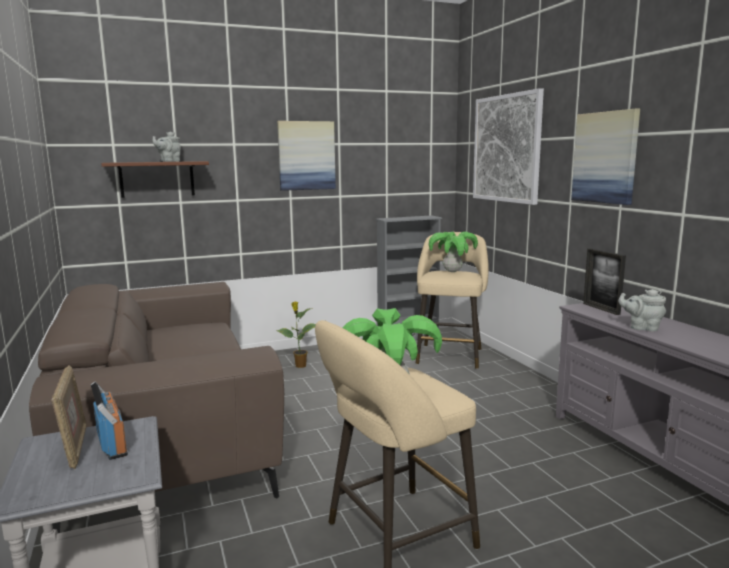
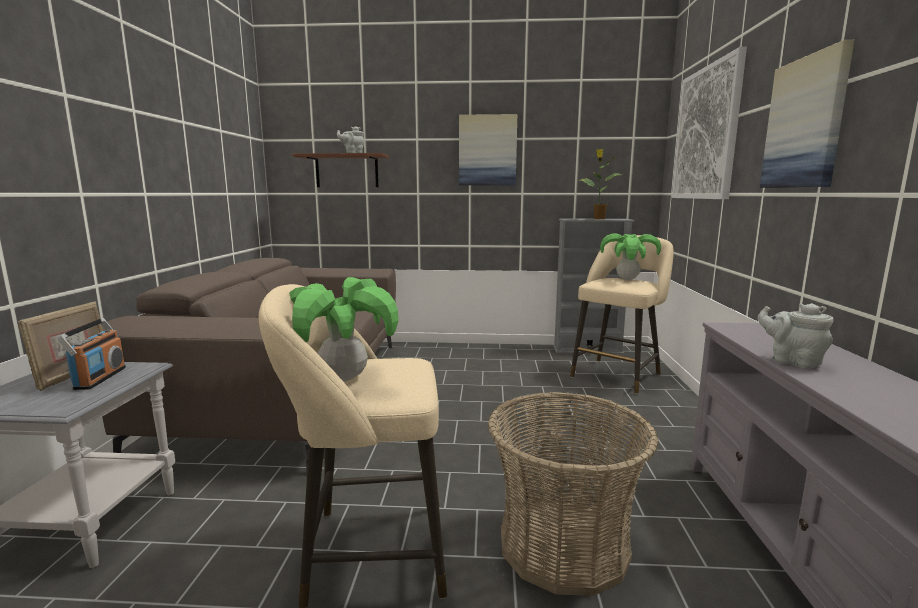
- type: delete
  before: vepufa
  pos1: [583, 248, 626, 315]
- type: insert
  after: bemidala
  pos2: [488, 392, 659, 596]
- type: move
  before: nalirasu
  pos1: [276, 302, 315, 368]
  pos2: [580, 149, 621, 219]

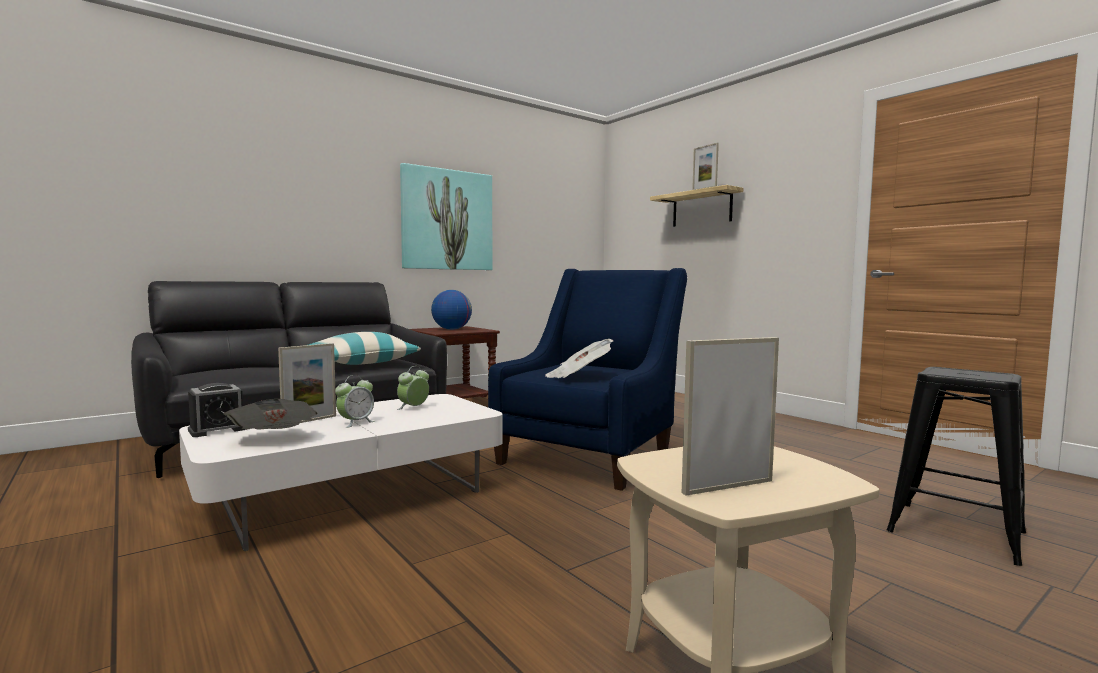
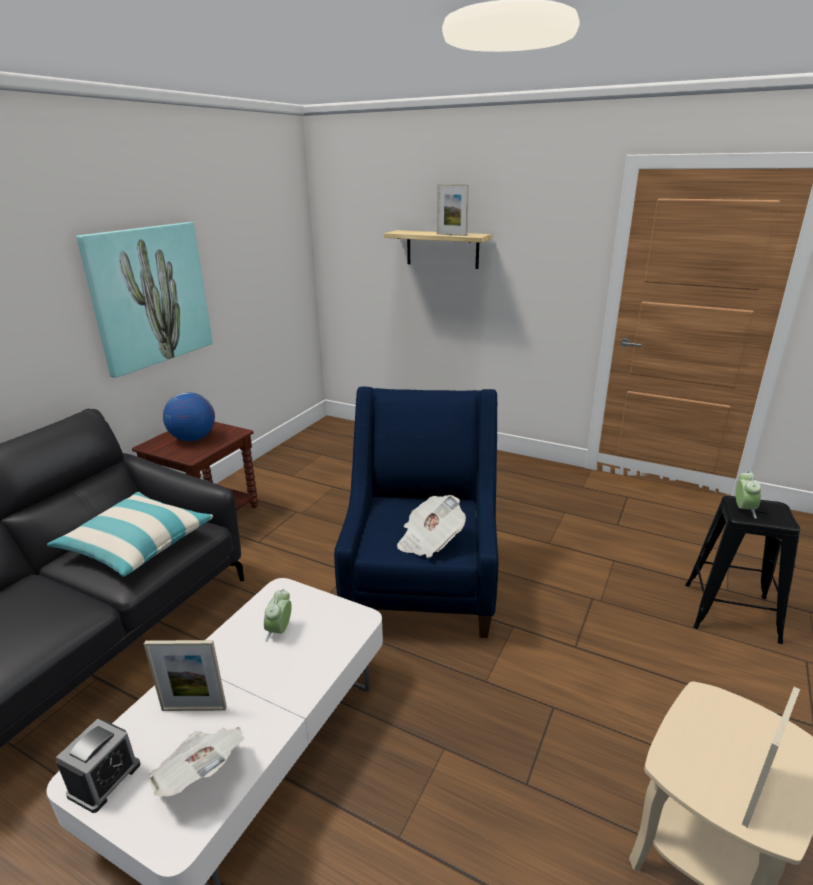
- type: move
  before: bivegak
  pos1: [335, 375, 375, 428]
  pos2: [736, 471, 761, 518]
- type: rotate
  before: vepufa
  pos1: [278, 343, 336, 423]
  pos2: [144, 640, 227, 711]
  turn: 75

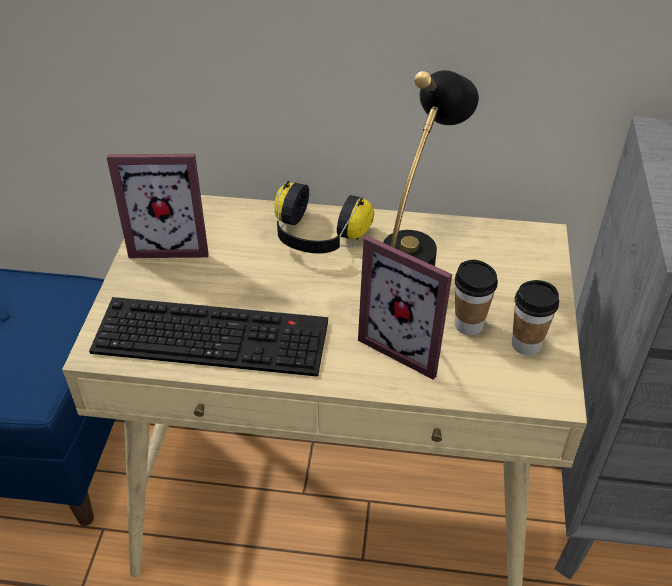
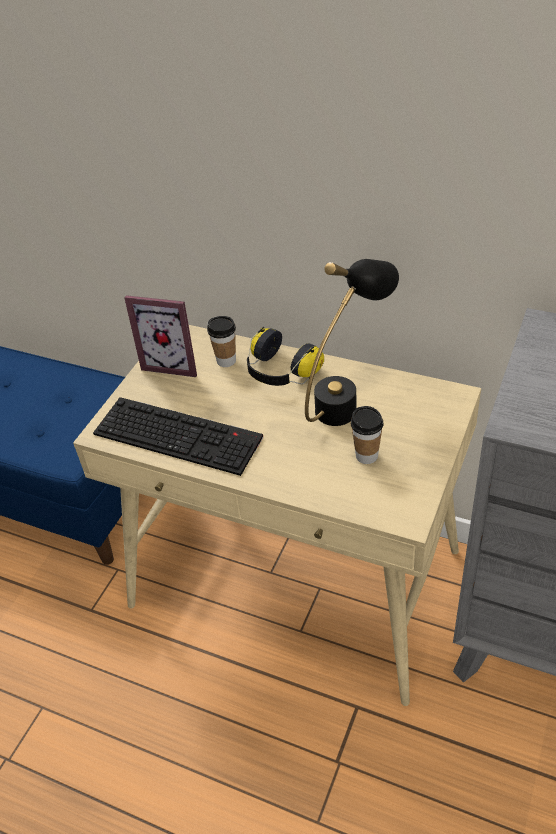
- type: delete
  before: vepufa
  pos1: [358, 236, 452, 380]
- type: move
  before: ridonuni
  pos1: [512, 280, 559, 355]
  pos2: [207, 316, 236, 367]

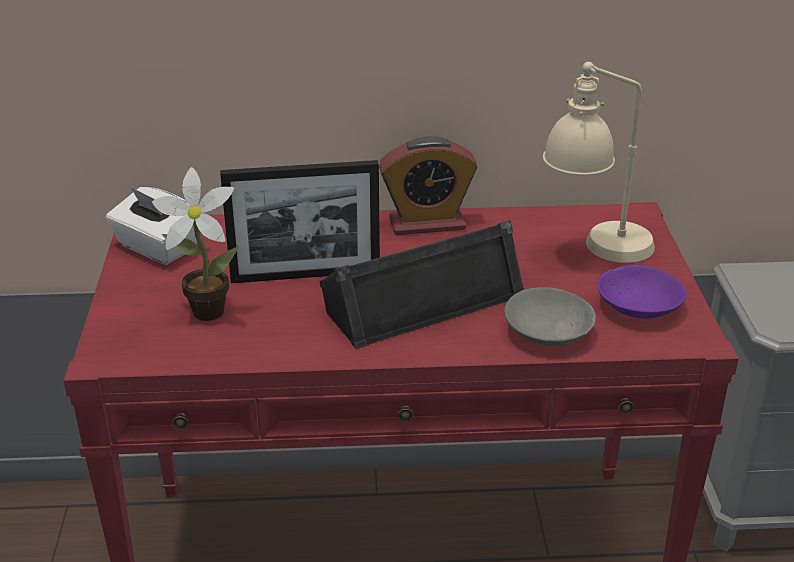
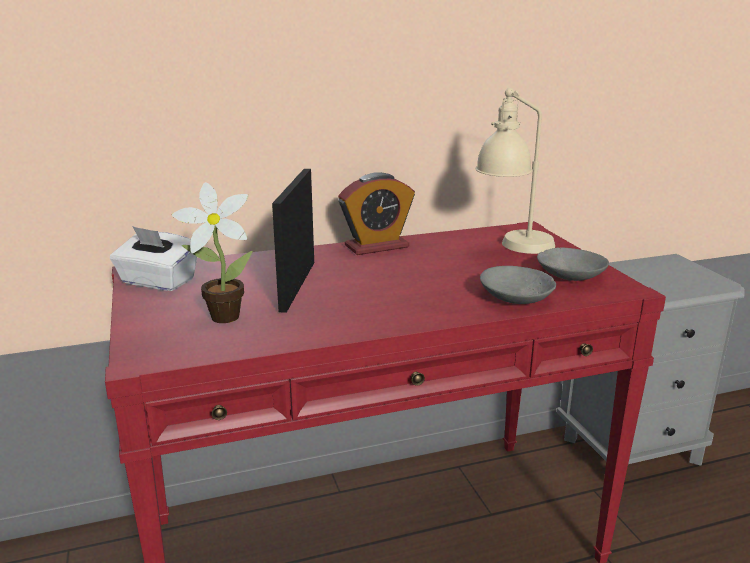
- type: delete
  before: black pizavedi
  pos1: [320, 220, 524, 349]
- type: recolor
  before: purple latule
  after: grey latule
  pos1: [597, 265, 687, 319]
  pos2: [537, 247, 609, 281]
- type: rotate
  before: vepufa
  pos1: [220, 160, 380, 283]
  pos2: [272, 169, 314, 313]
  turn: 120

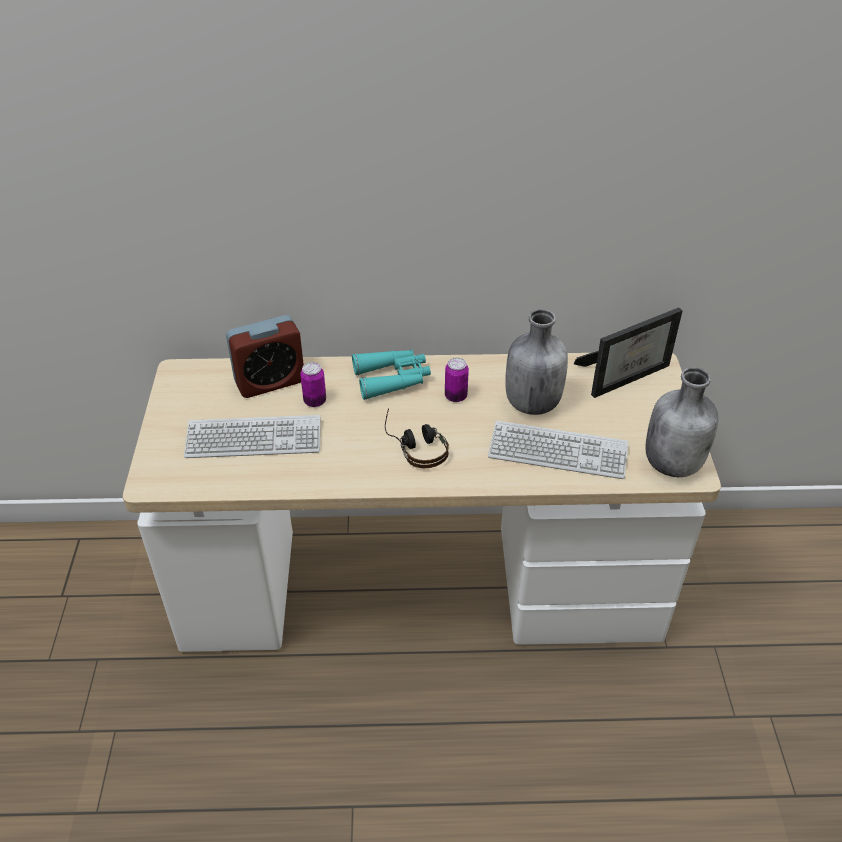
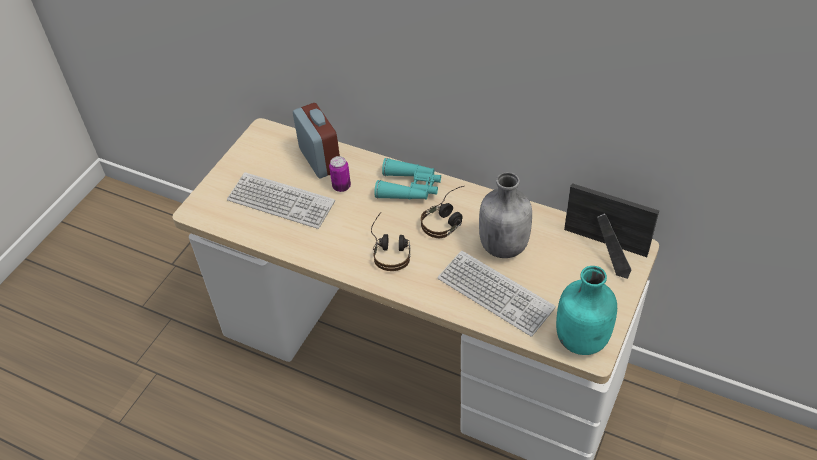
- type: replace
  before: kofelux
  after: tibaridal
  pos1: [445, 357, 469, 402]
  pos2: [421, 186, 464, 238]
- type: recolor
  before: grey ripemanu
  after: turquoise ripemanu
  pos1: [646, 367, 718, 477]
  pos2: [556, 266, 617, 355]
- type: rotate
  before: bivegak
  pos1: [226, 315, 304, 398]
  pos2: [293, 103, 340, 178]
  turn: -120
- type: rotate
  before: vepufa
  pos1: [574, 307, 683, 398]
  pos2: [564, 183, 659, 279]
  turn: -150

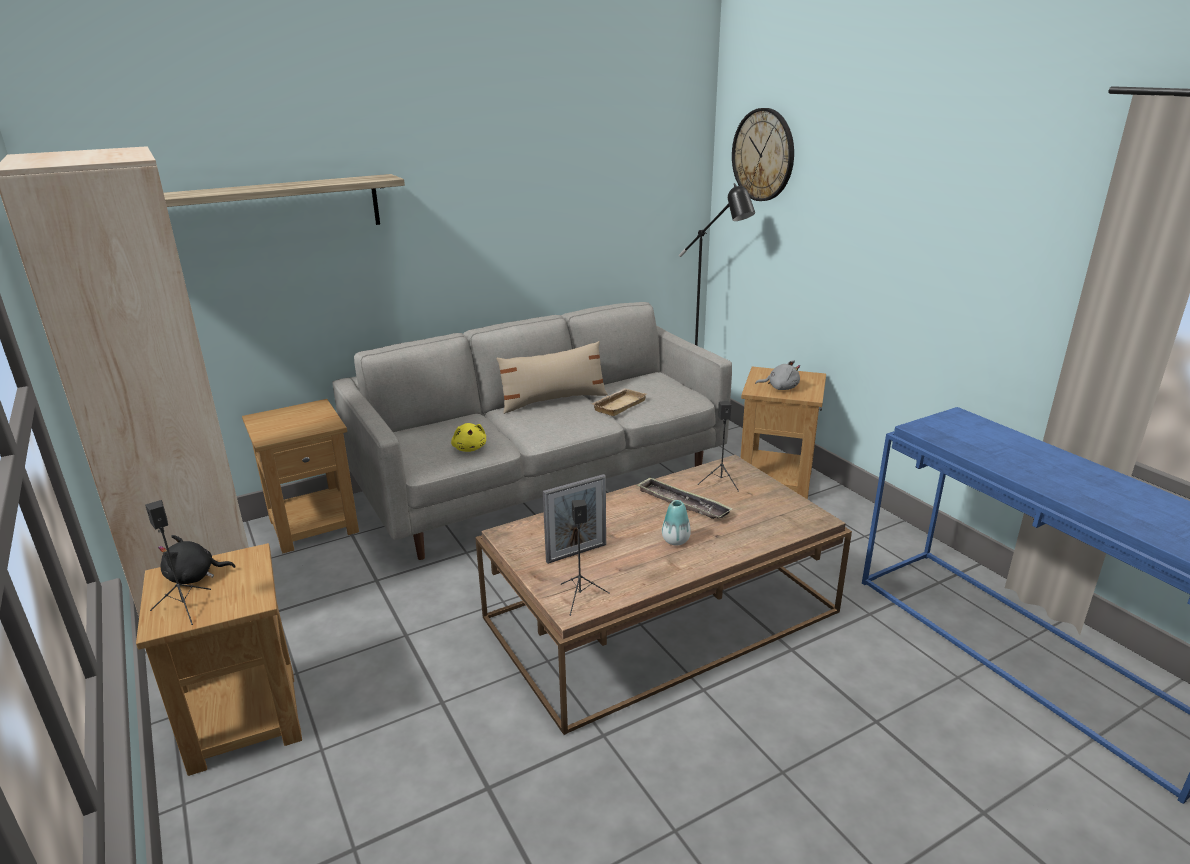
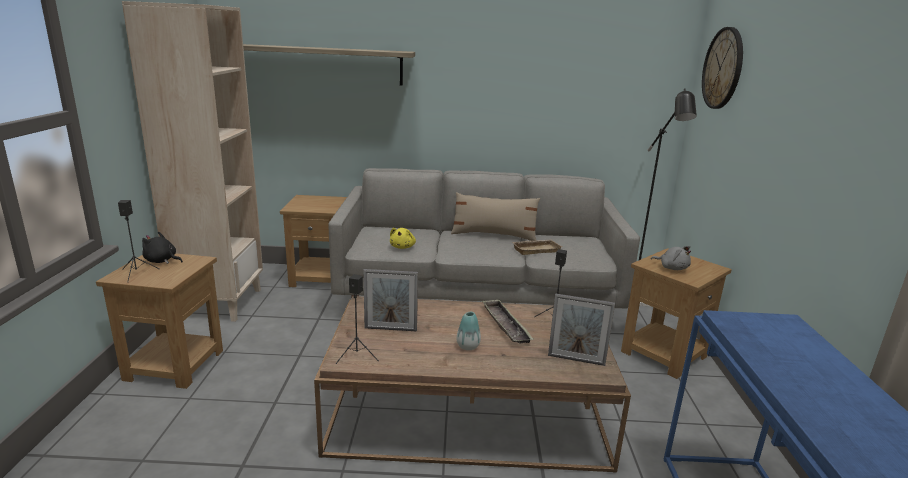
- type: insert
  after: vepufa
  pos2: [548, 293, 615, 366]

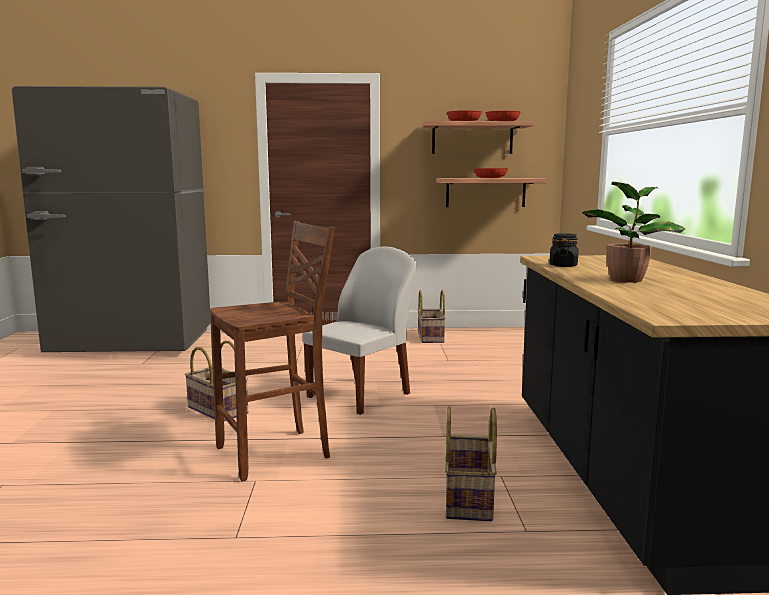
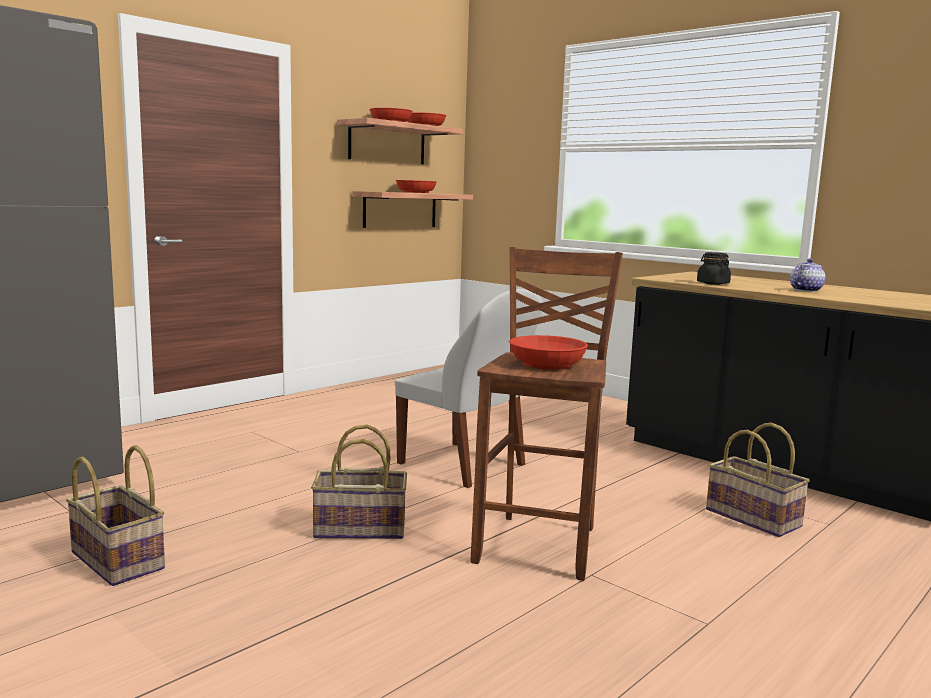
- type: insert
  after: red latule
  pos2: [509, 335, 588, 370]
- type: move
  before: bemidala
  pos1: [417, 290, 446, 343]
  pos2: [66, 445, 165, 586]
- type: replace
  before: nalirasu
  after: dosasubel
  pos1: [582, 182, 685, 283]
  pos2: [790, 259, 825, 292]
- type: rotate
  before: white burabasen
  pos1: [303, 246, 417, 415]
  pos2: [395, 289, 543, 488]
  turn: 135

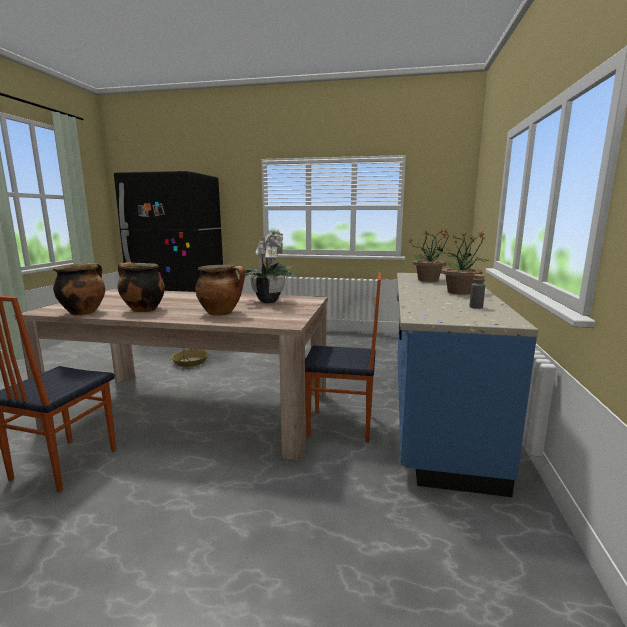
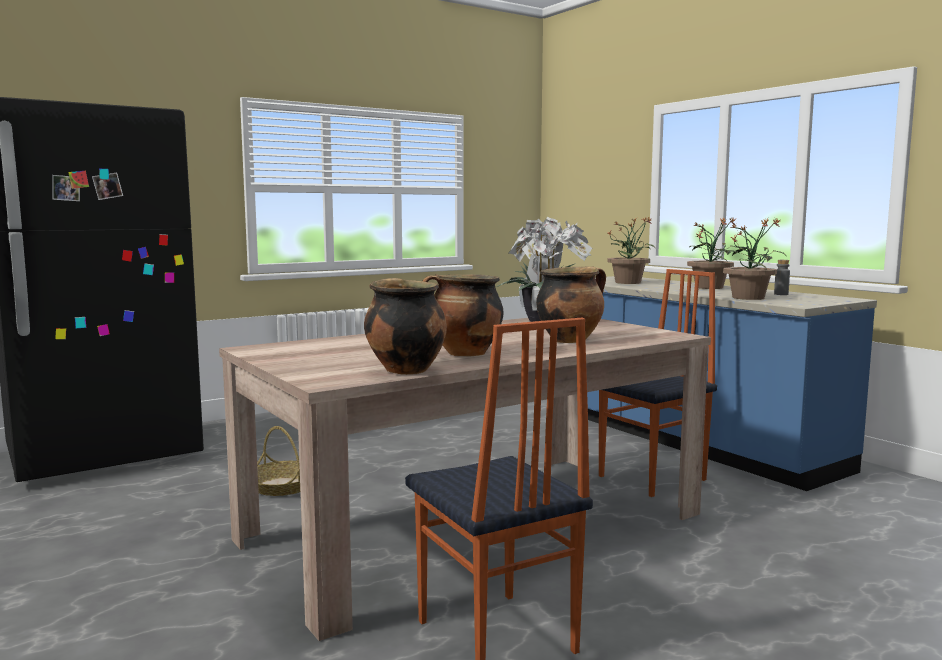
- type: insert
  after: nalirasu
  pos2: [723, 218, 787, 300]

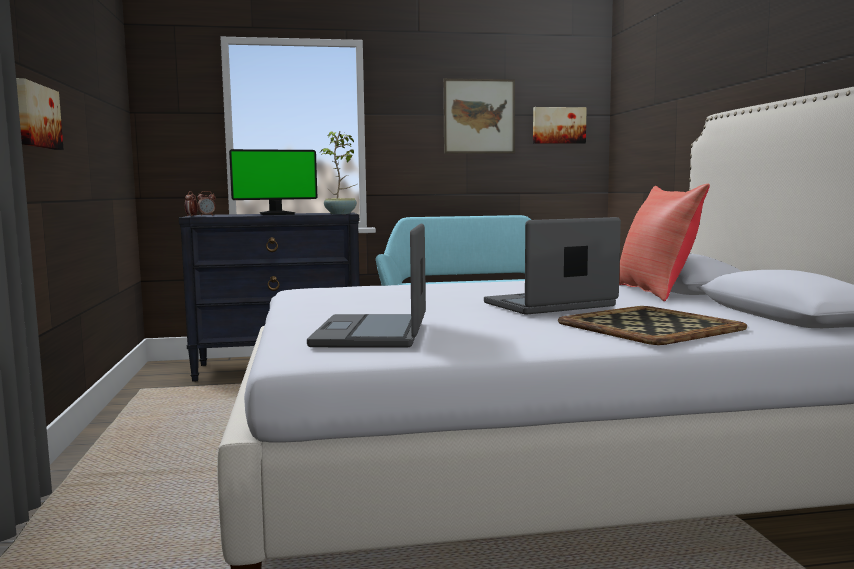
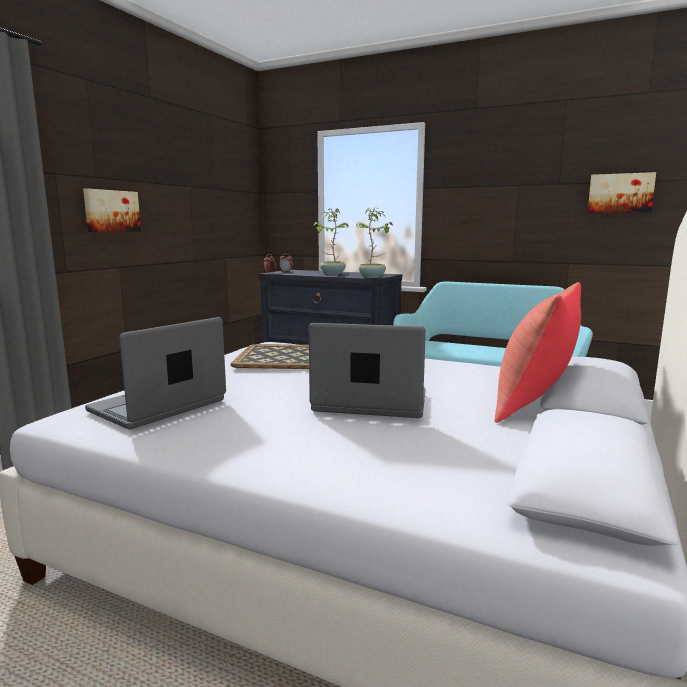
- type: delete
  before: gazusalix
  pos1: [443, 78, 515, 154]
- type: move
  before: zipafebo
  pos1: [558, 306, 747, 345]
  pos2: [230, 344, 309, 369]
- type: replace
  before: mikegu
  after: nalirasu
  pos1: [229, 149, 317, 215]
  pos2: [314, 209, 349, 275]

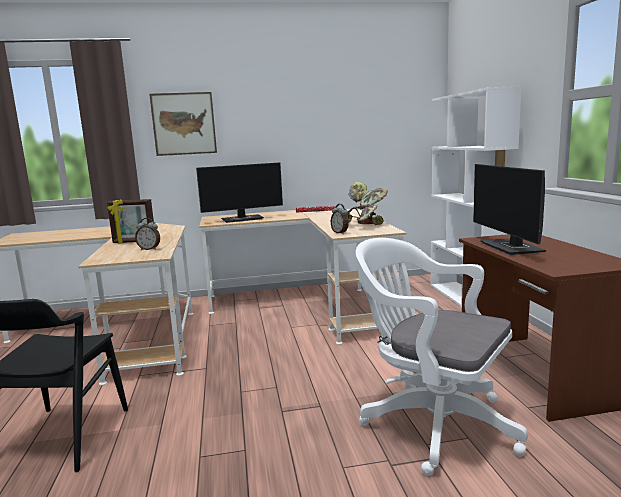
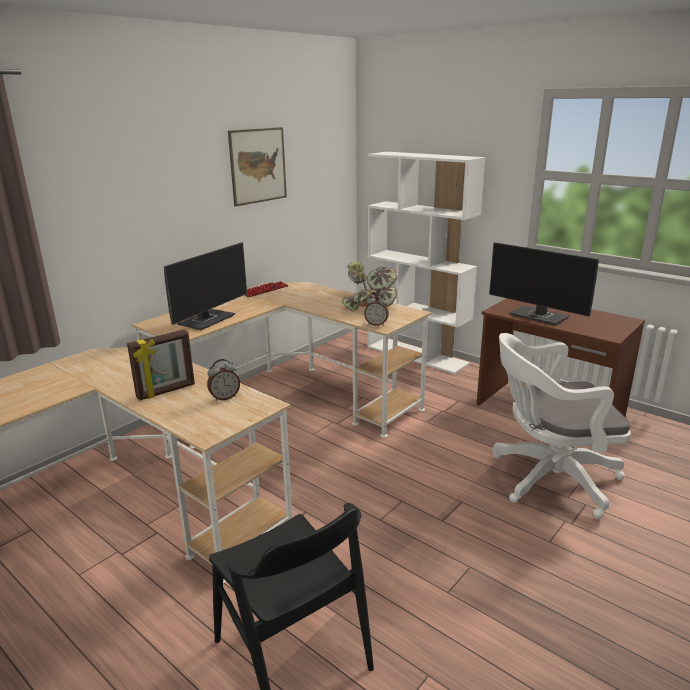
- type: move
  before: gazusalix
  pos1: [149, 92, 217, 156]
  pos2: [228, 127, 287, 207]

